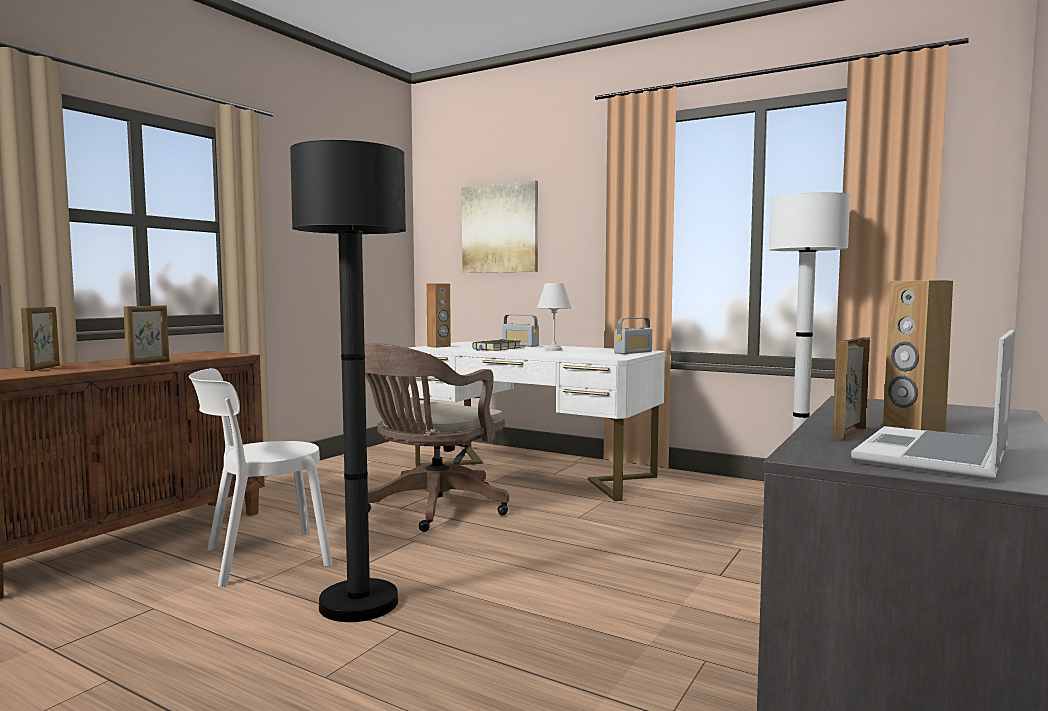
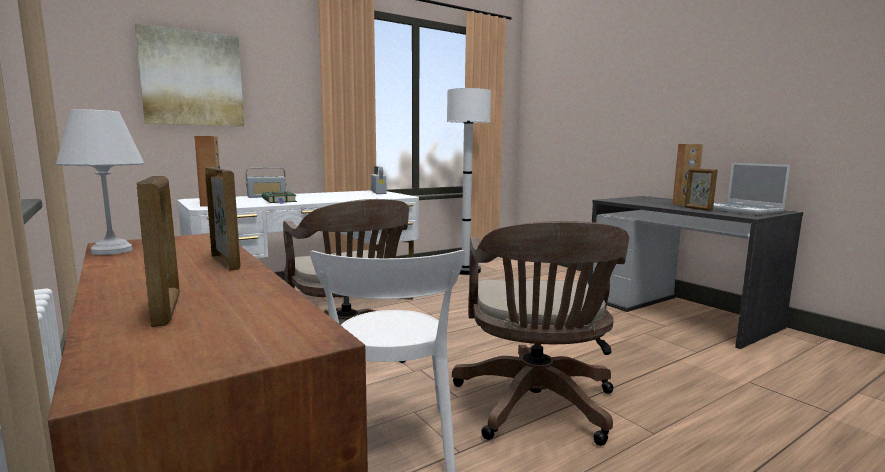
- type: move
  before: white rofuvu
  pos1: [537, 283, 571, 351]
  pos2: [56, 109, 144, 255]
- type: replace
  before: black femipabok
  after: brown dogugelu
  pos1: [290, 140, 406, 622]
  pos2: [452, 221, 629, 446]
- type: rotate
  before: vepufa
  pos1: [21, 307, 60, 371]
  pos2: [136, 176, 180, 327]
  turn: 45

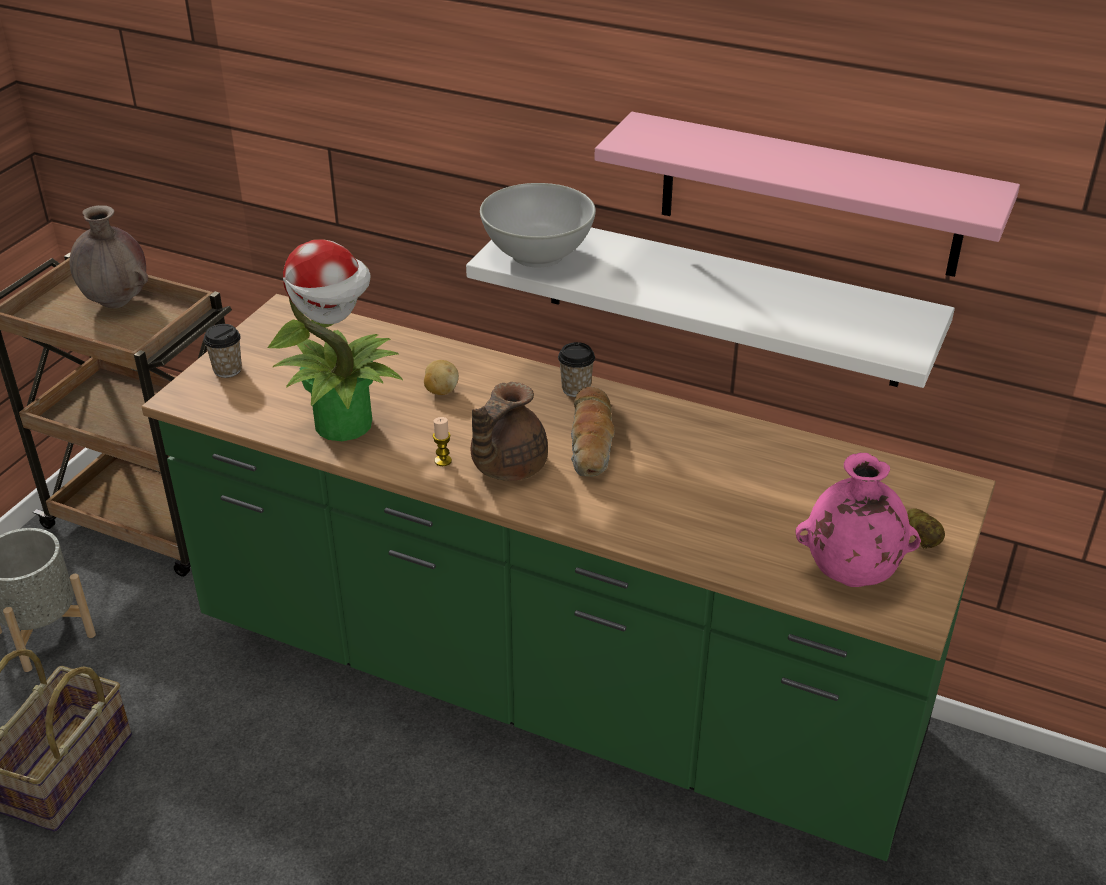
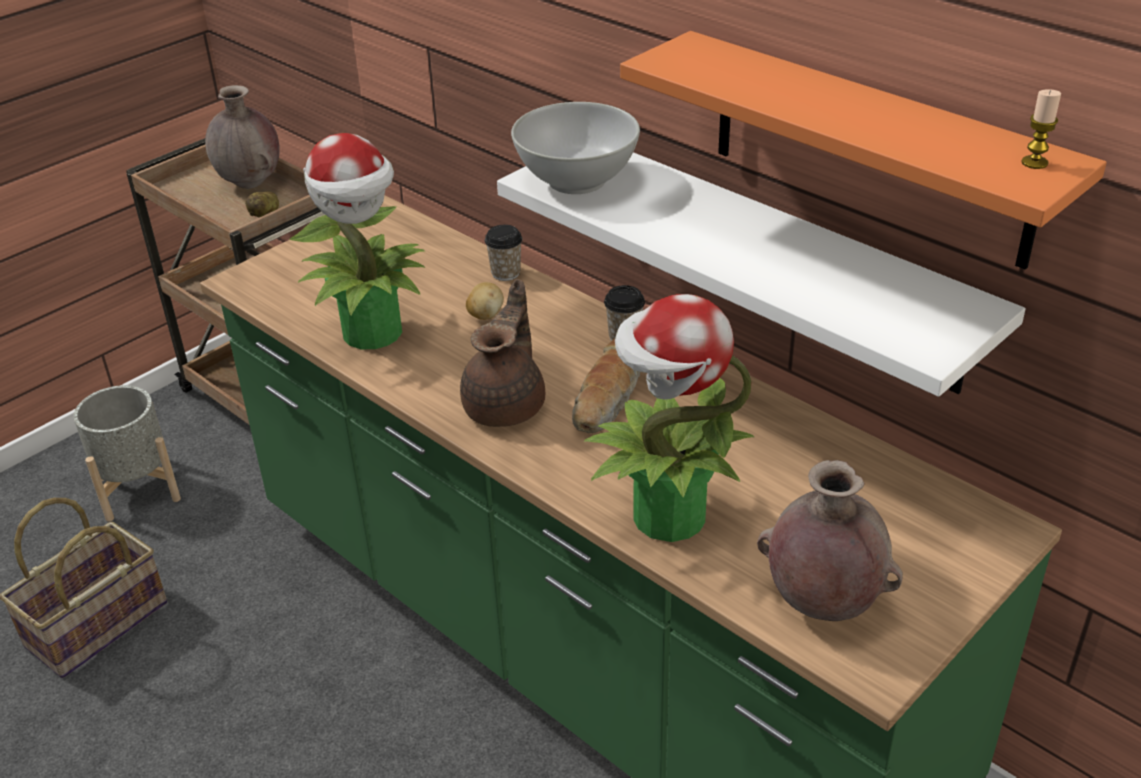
- type: insert
  after: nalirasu
  pos2: [584, 294, 754, 542]
- type: move
  before: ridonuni
  pos1: [204, 324, 242, 378]
  pos2: [485, 225, 522, 281]
- type: move
  before: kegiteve
  pos1: [433, 417, 452, 466]
  pos2: [1021, 89, 1061, 169]
- type: move
  before: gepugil
  pos1: [907, 508, 945, 548]
  pos2: [245, 192, 279, 217]
- type: recolor
  before: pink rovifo
  after: orange rovifo
  pos1: [594, 112, 1020, 277]
  pos2: [620, 31, 1107, 270]
- type: recolor
  before: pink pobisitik
  after: brown pobisitik
  pos1: [796, 453, 921, 587]
  pos2: [757, 460, 903, 621]
- type: rotate
  before: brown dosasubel
  pos1: [471, 382, 548, 481]
  pos2: [460, 279, 545, 427]
  turn: 150

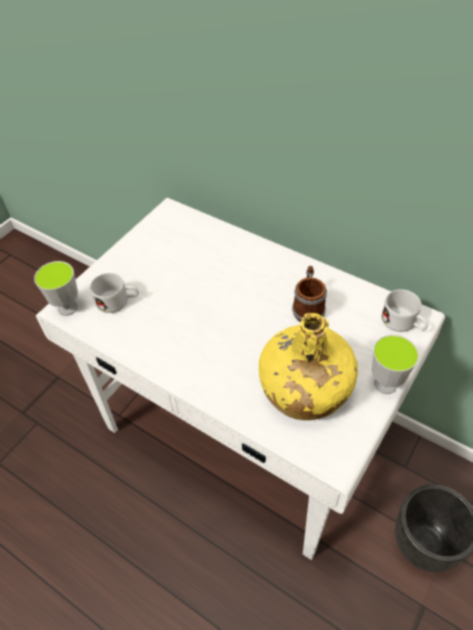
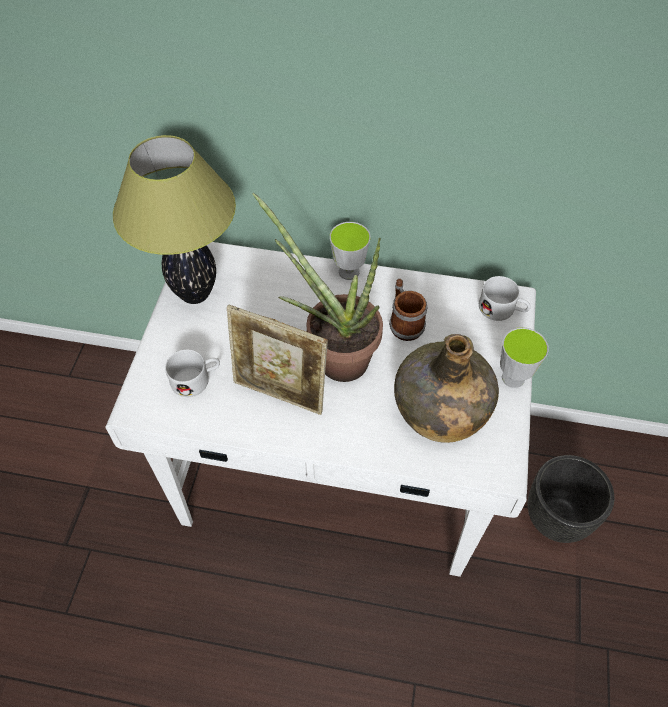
- type: insert
  after: rofuvu
  pos2: [113, 135, 236, 304]
- type: insert
  after: vepufa
  pos2: [227, 304, 328, 415]
- type: insert
  after: nalirasu
  pos2: [253, 192, 383, 382]
- type: move
  before: ridonuni
  pos1: [34, 261, 78, 316]
  pos2: [330, 222, 371, 280]
- type: recolor
  before: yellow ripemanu
  after: green ripemanu
  pos1: [259, 313, 358, 420]
  pos2: [394, 334, 499, 443]

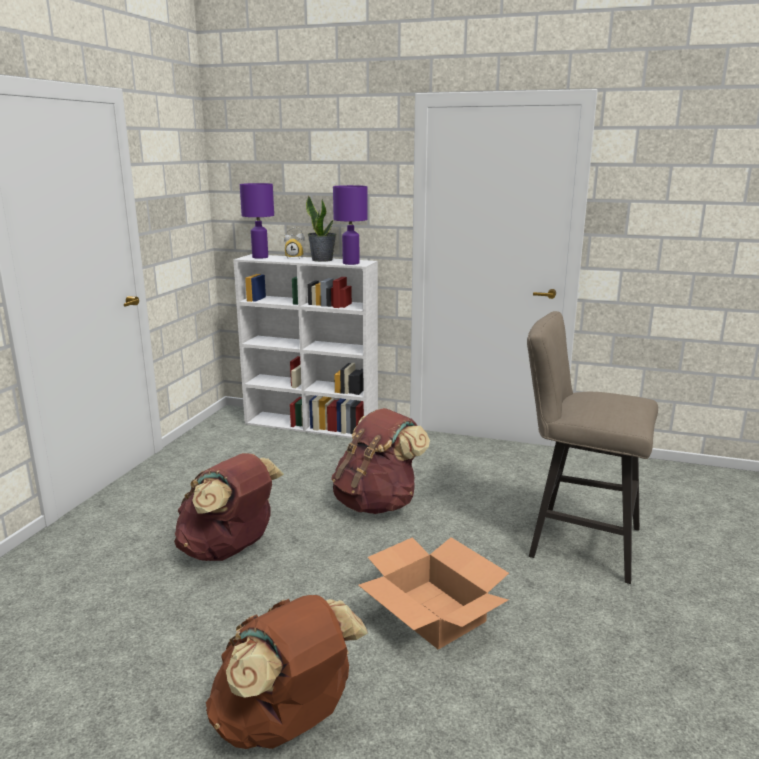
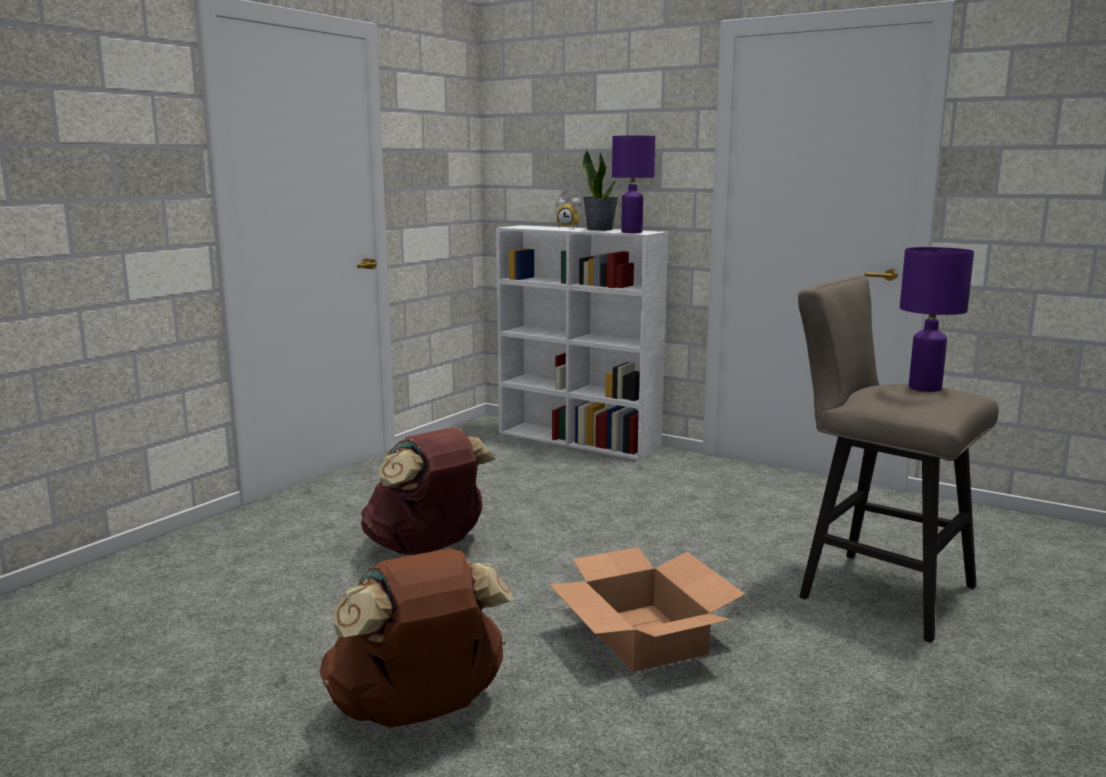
- type: delete
  before: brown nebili
  pos1: [331, 408, 430, 514]
- type: move
  before: purple rofuvu
  pos1: [240, 183, 274, 259]
  pos2: [900, 247, 974, 392]

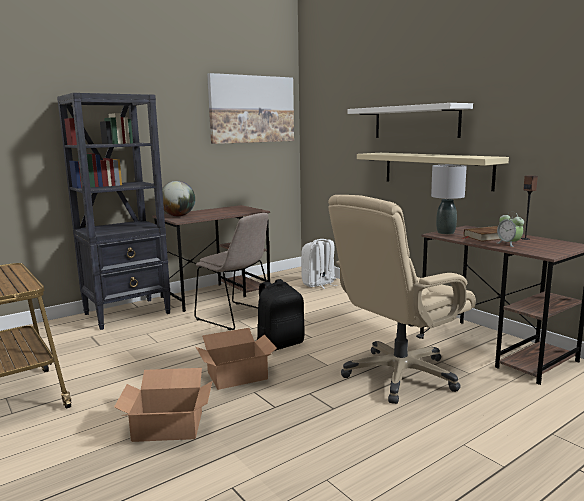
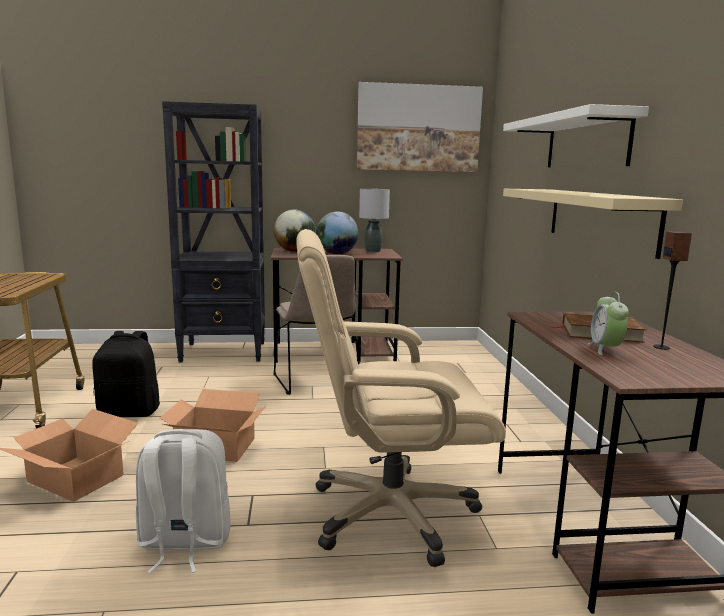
- type: insert
  after: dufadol
  pos2: [316, 211, 359, 254]
- type: move
  before: black nebili
  pos1: [257, 279, 305, 351]
  pos2: [92, 331, 160, 417]
- type: move
  before: white nebili
  pos1: [301, 239, 337, 289]
  pos2: [136, 429, 231, 574]
- type: move
  before: grey rofuvu
  pos1: [431, 165, 467, 234]
  pos2: [359, 189, 390, 252]

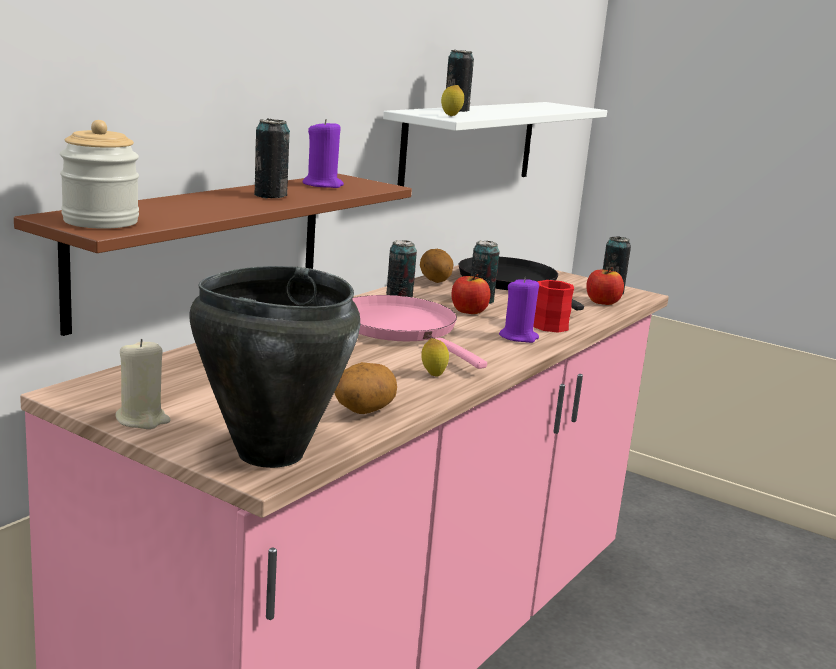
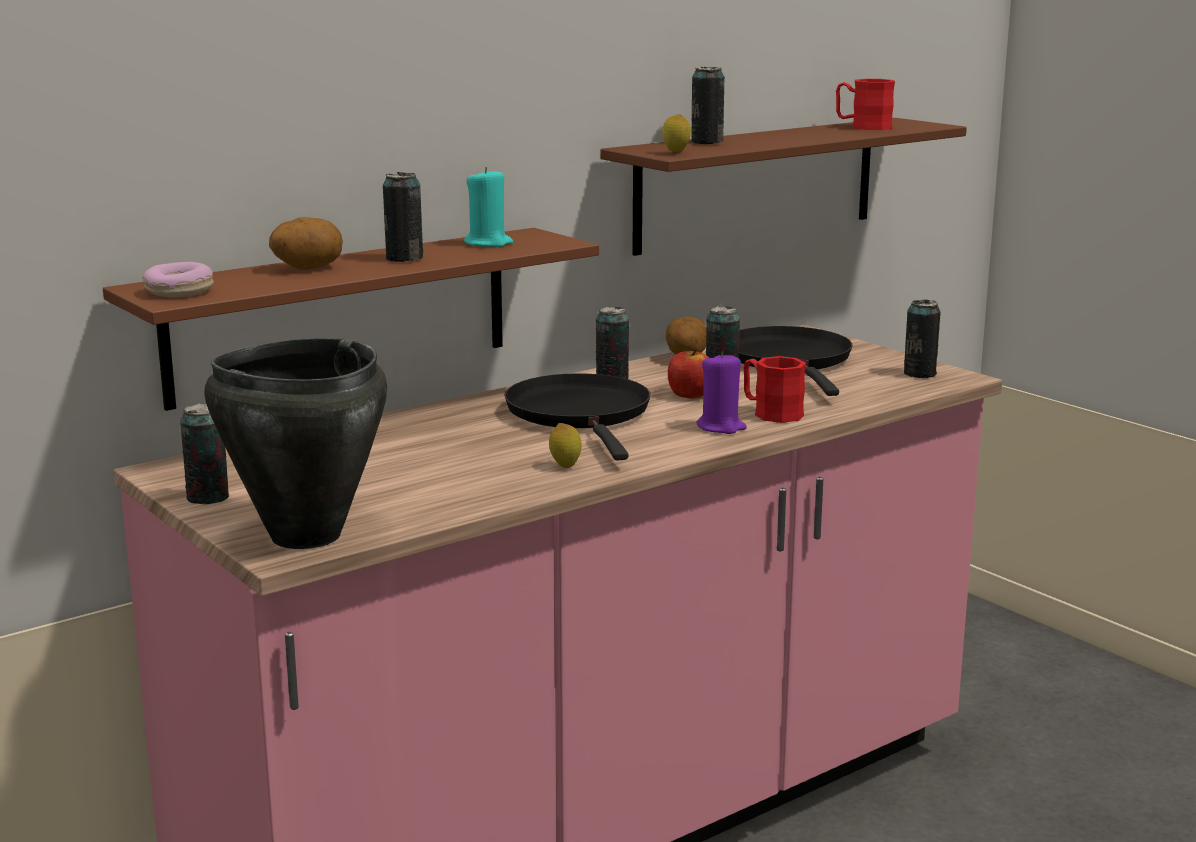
- type: delete
  before: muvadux
  pos1: [586, 267, 624, 305]
- type: insert
  after: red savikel
  pos2: [836, 79, 895, 130]
- type: move
  before: gepugil
  pos1: [334, 362, 397, 414]
  pos2: [269, 217, 343, 269]
- type: replace
  before: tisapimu
  after: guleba
  pos1: [60, 120, 139, 229]
  pos2: [142, 262, 214, 297]
- type: replace
  before: beige kegiteve
  after: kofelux
  pos1: [115, 339, 171, 429]
  pos2: [180, 403, 229, 504]
- type: recolor
  before: purple kegiteve
  after: turquoise kegiteve
  pos1: [303, 119, 344, 188]
  pos2: [464, 167, 513, 247]
- type: recolor
  before: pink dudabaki
  after: black dudabaki
  pos1: [353, 295, 487, 369]
  pos2: [504, 373, 650, 461]
- type: recolor
  before: white rovifo
  after: brown rovifo
  pos1: [383, 102, 607, 200]
  pos2: [600, 118, 967, 256]

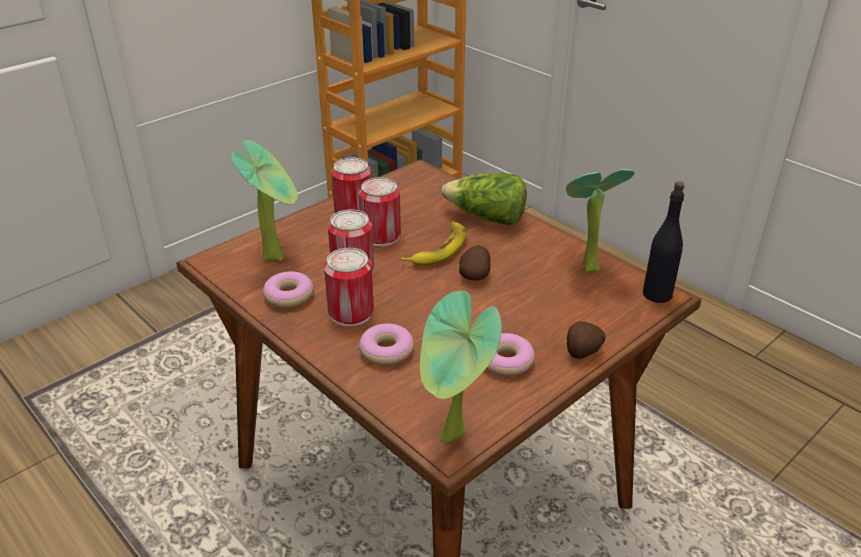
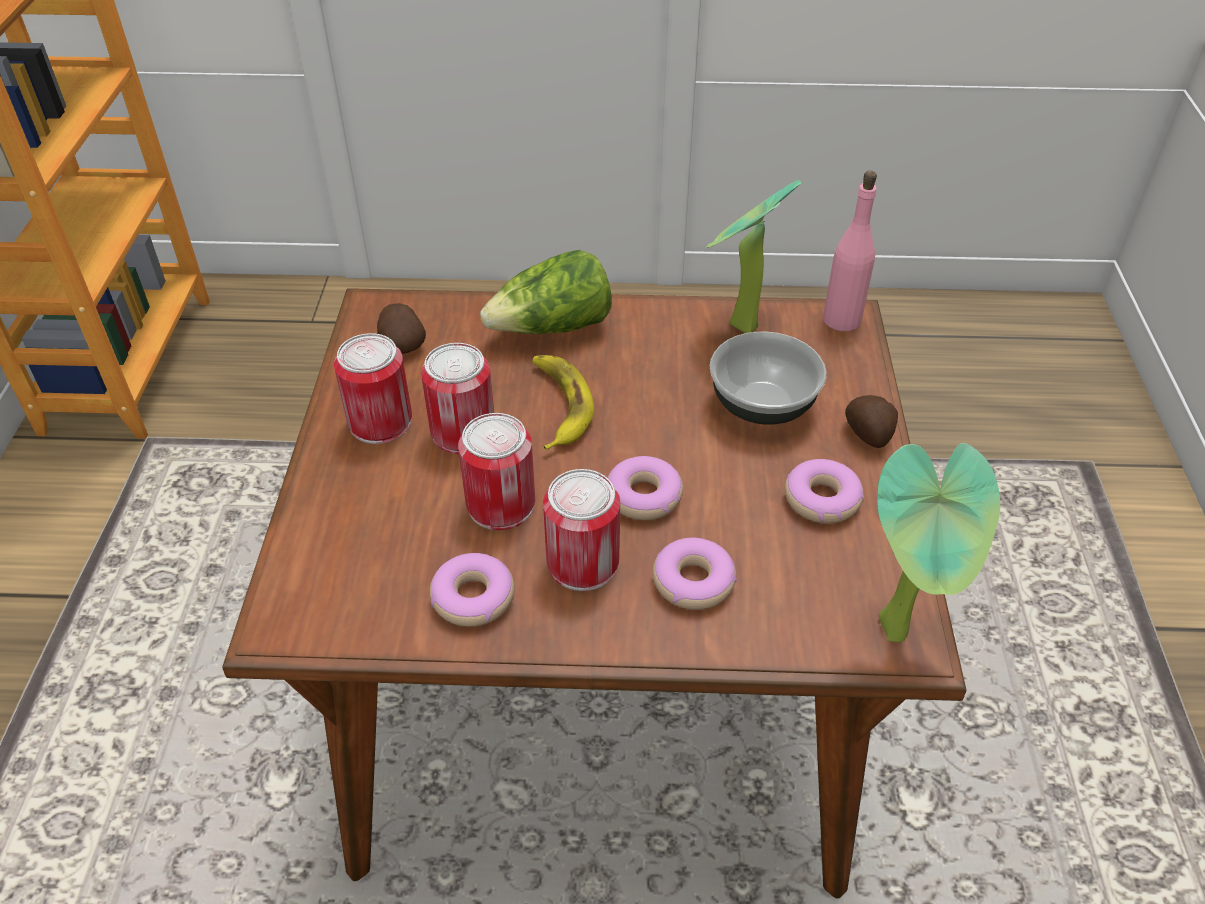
- type: delete
  before: nalirasu
  pos1: [231, 140, 298, 261]
- type: insert
  after: guleba
  pos2: [608, 456, 683, 520]
- type: insert
  after: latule
  pos2: [710, 332, 826, 425]
- type: move
  before: gepugil
  pos1: [459, 245, 491, 280]
  pos2: [377, 303, 426, 354]
- type: recolor
  before: black ripemanu
  after: pink ripemanu
  pos1: [643, 181, 684, 303]
  pos2: [823, 171, 877, 331]

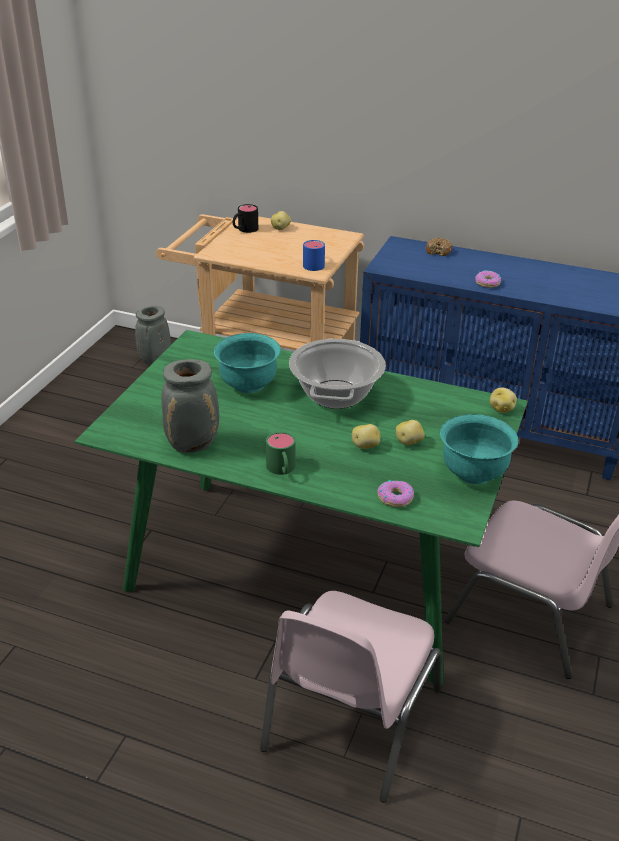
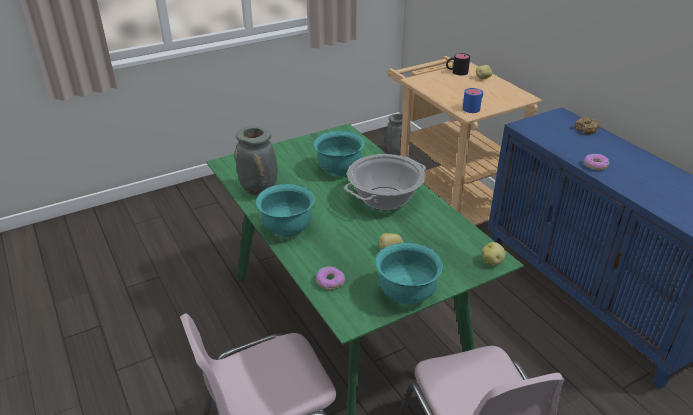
- type: delete
  before: gepugil
  pos1: [352, 424, 381, 449]
- type: replace
  before: green savikel
  after: turquoise latule
  pos1: [266, 432, 295, 475]
  pos2: [256, 184, 315, 237]

